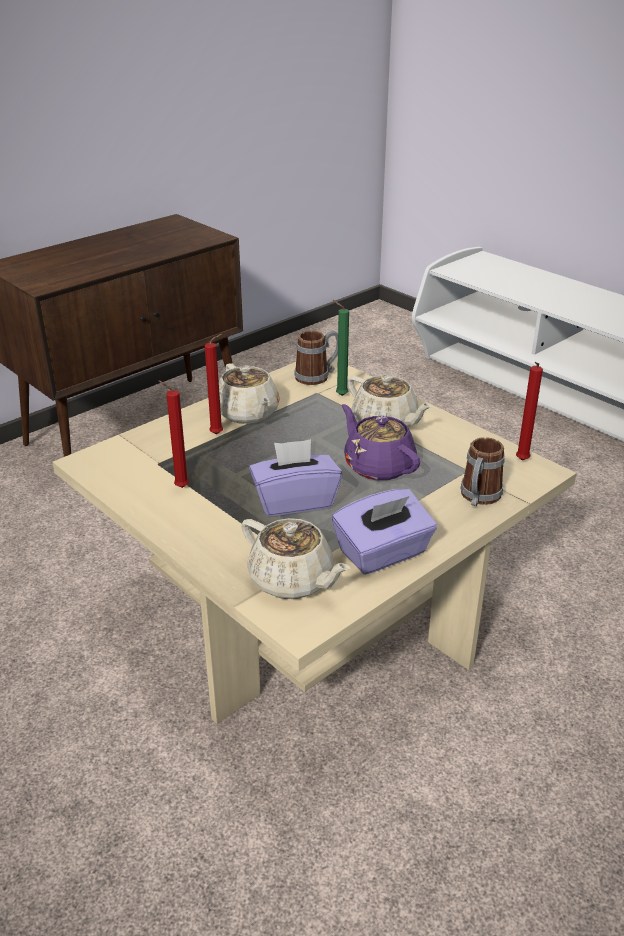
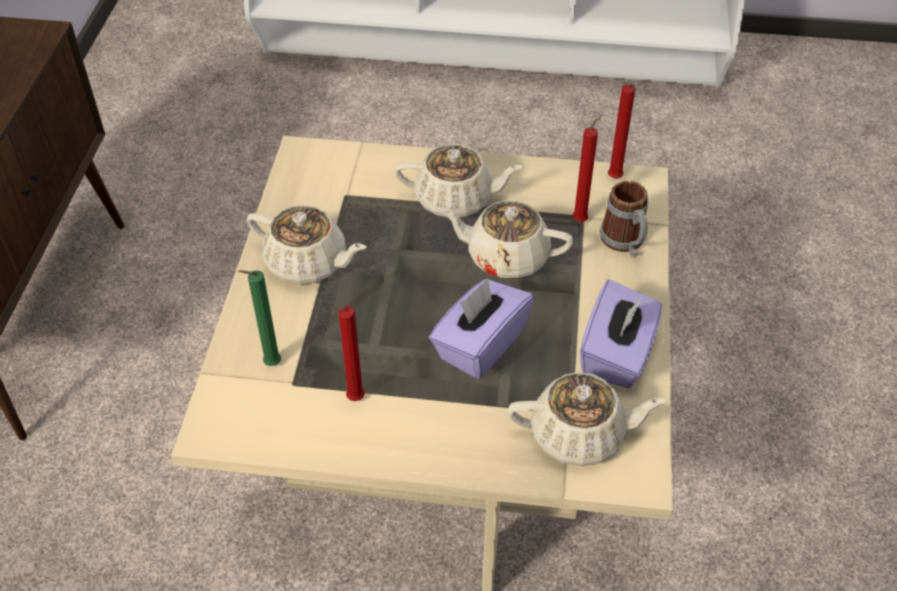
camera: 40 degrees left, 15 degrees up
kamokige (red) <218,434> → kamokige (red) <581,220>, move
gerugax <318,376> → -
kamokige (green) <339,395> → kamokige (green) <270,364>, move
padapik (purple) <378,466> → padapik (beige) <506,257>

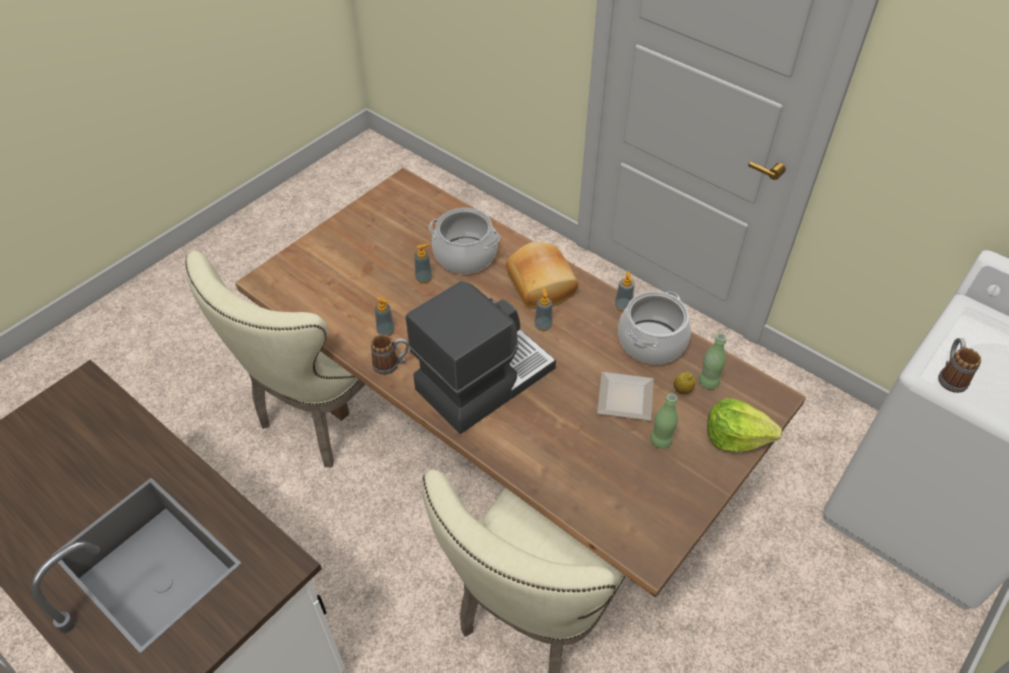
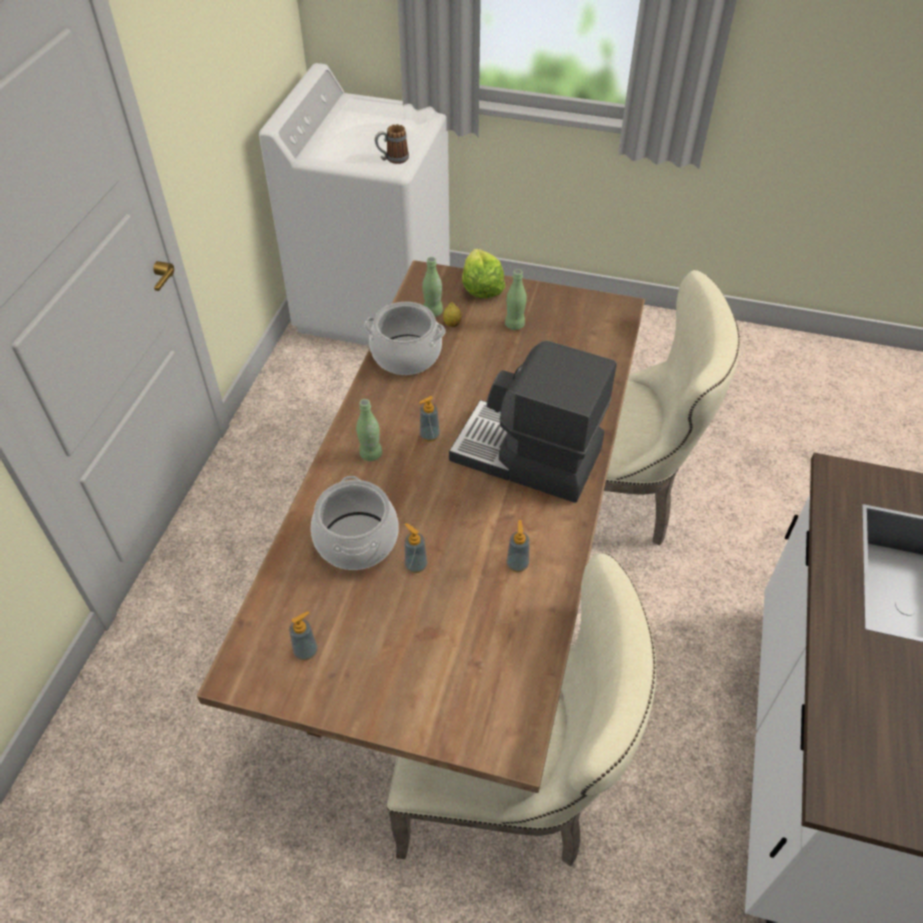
camera: 115 degrees left, 0 degrees up
gerugax <391,364> → -
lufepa <542,285> → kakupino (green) <371,454>
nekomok <627,400> → -
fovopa <623,306> → fovopa <306,651>, move

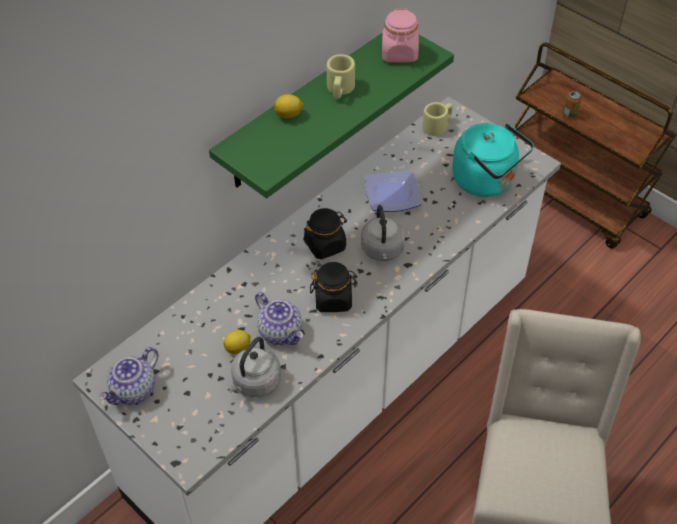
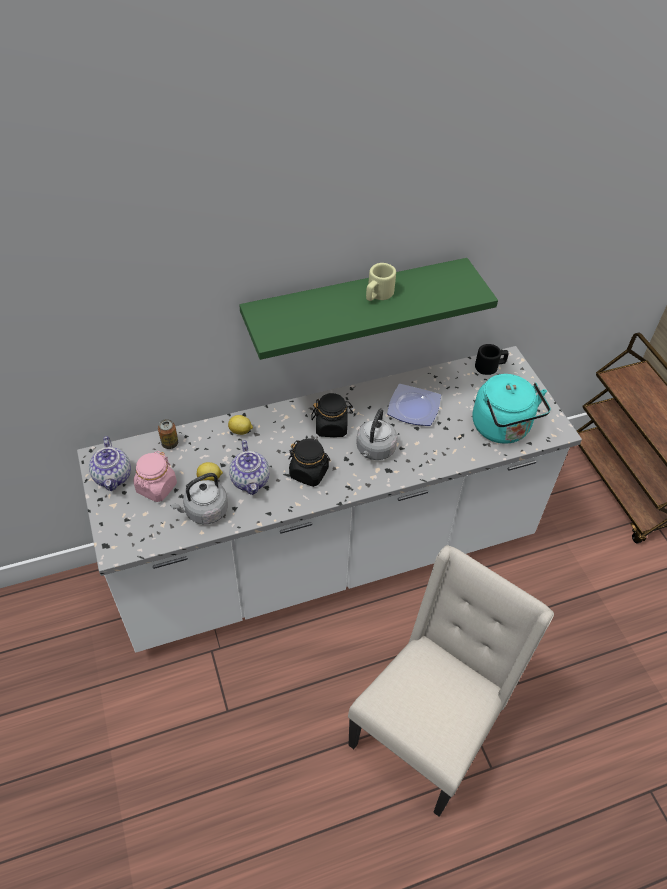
camera: 25 degrees right, 0 degrees up
padapik <134,390> → padapik <113,477>, 75 degrees counterclockwise
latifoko <289,115> → latifoko <241,431>, move
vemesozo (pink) <399,53> → vemesozo (pink) <156,487>, move
gerugax (beige) <438,125> → gerugax (black) <490,366>
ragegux <570,114> → ragegux <170,443>, move

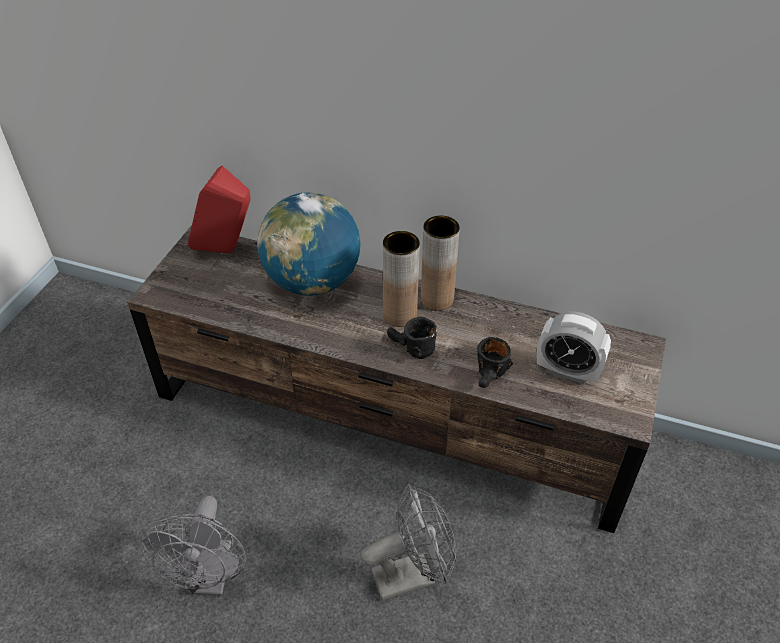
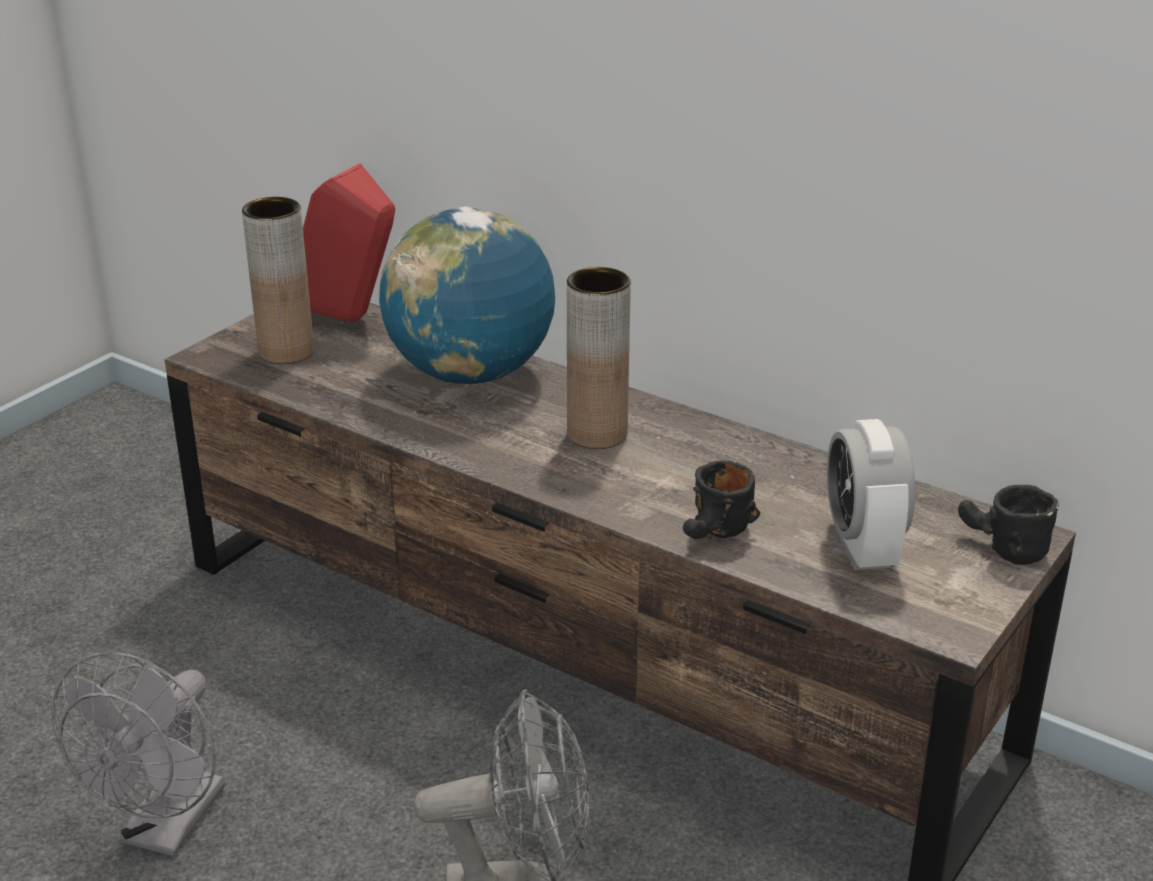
camera: 15 degrees right, 15 degrees down
gerugax (black) <410,349> → gerugax (black) <999,548>, move
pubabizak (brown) <437,299> → pubabizak (brown) <286,352>, move
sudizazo <567,371> → sudizazo <862,548>, 45 degrees clockwise

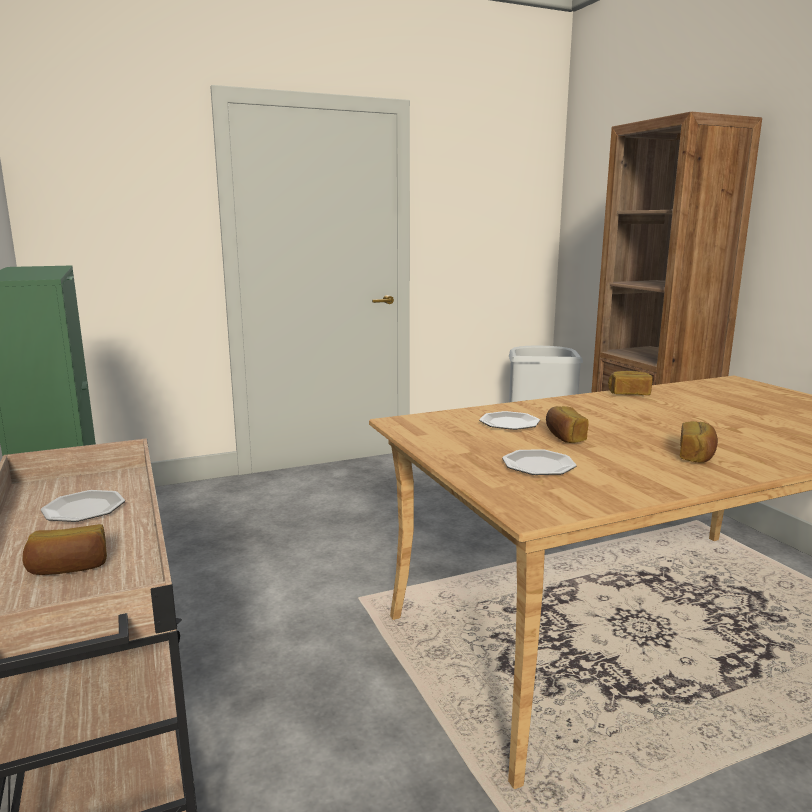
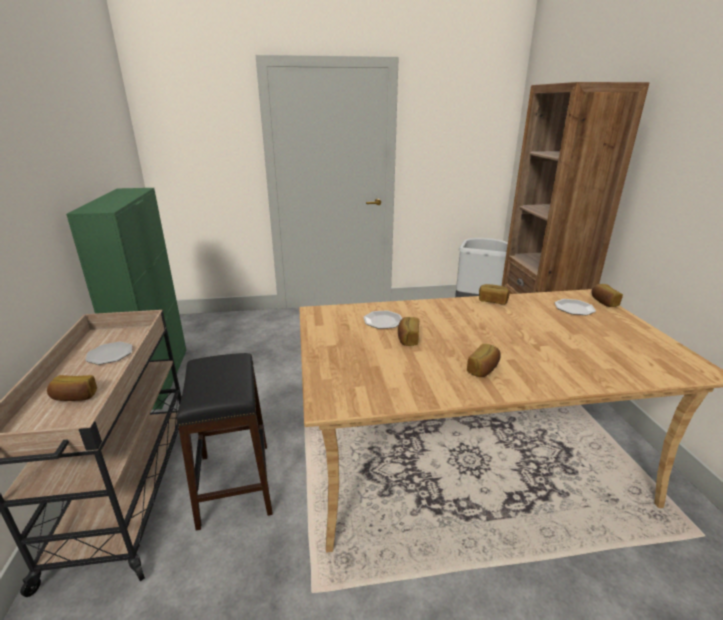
camera: 15 degrees right, 10 degrees up
nekomok <537,465> → nekomok <573,308>, move
- → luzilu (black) <234,484>
- → lufepa <603,302>

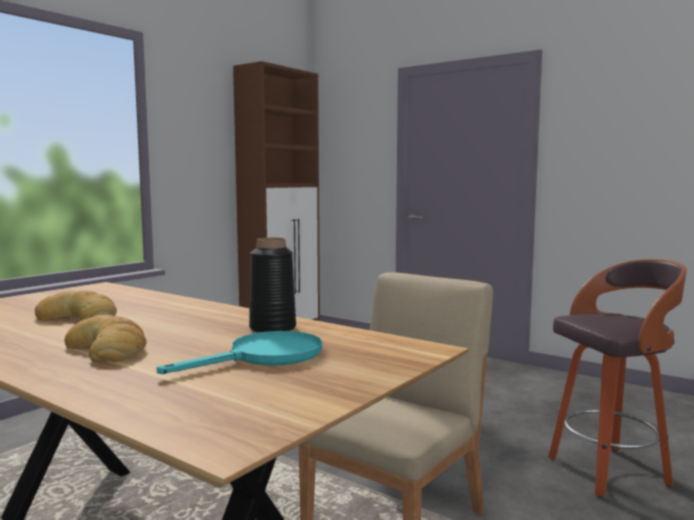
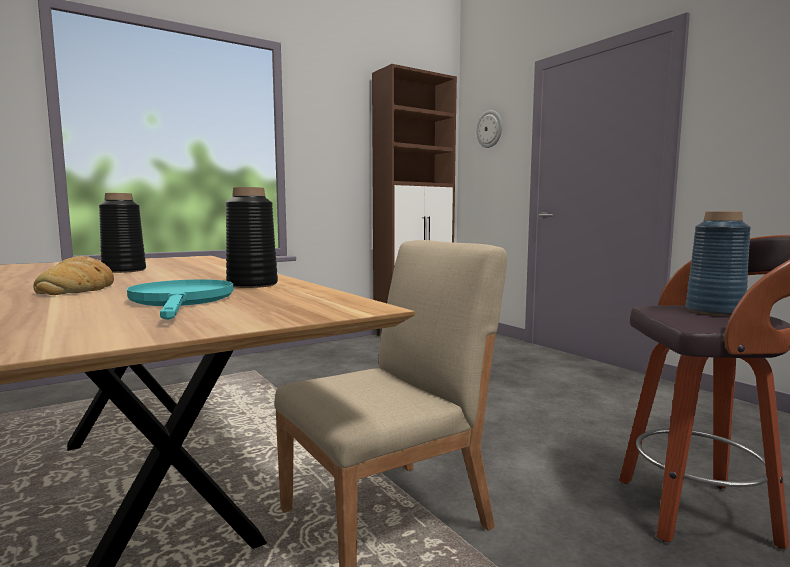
camera: 20 degrees right, 0 degrees up
lufepa <79,317> → pubabizak (black) <123,270>
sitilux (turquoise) <265,357> → sitilux (turquoise) <182,301>, 90 degrees counterclockwise
- → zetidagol <490,129>
- → pubabizak (blue) <715,311>

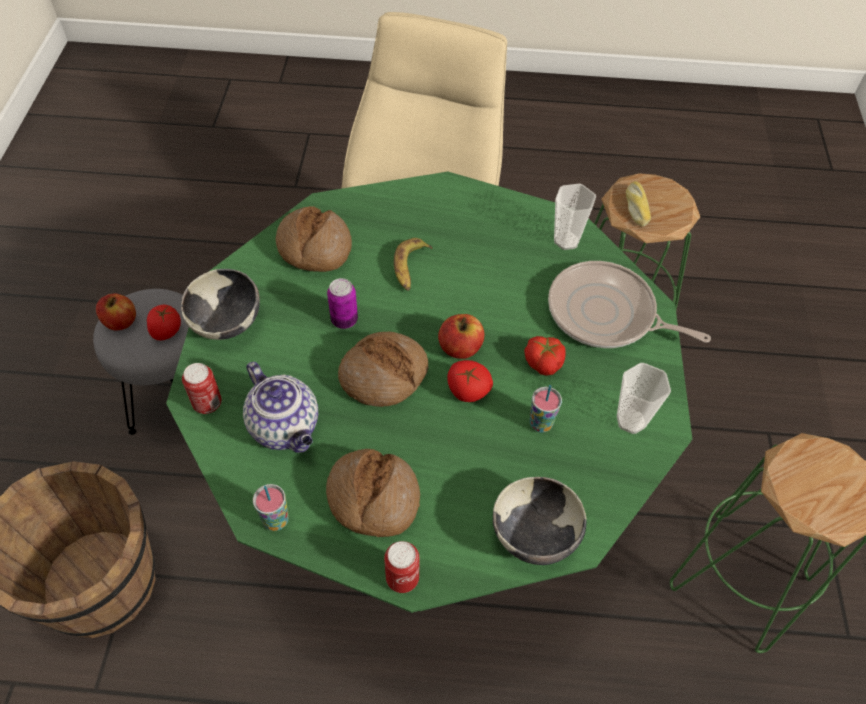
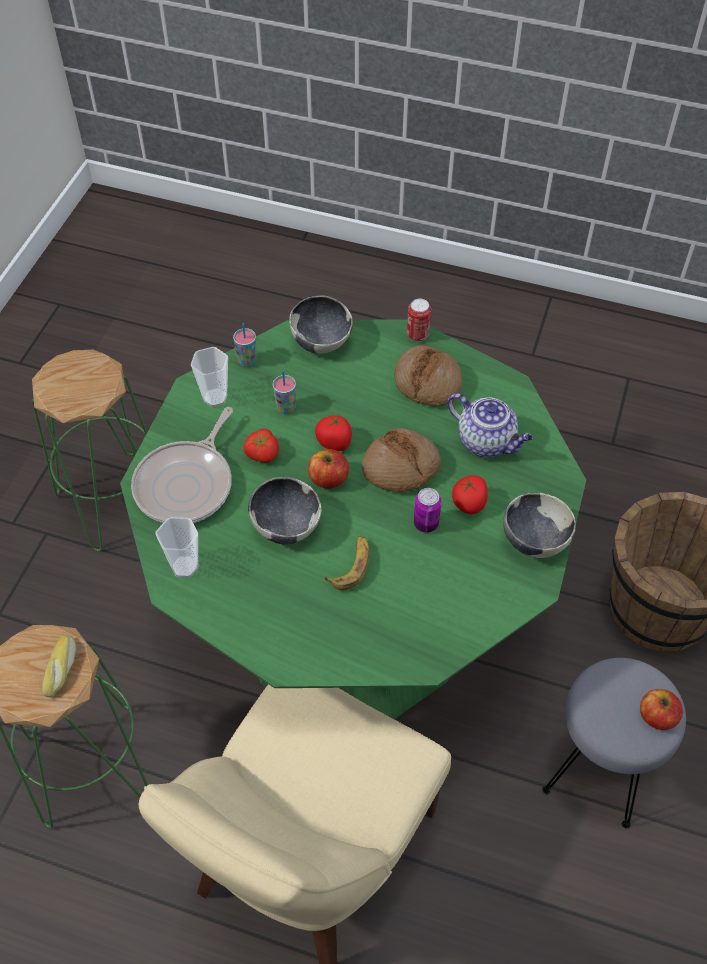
camera: 165 degrees left, 0 degrees up
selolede <166,331> → selolede <469,503>, move
ragegux <207,403> → -
padapik <286,427> → padapik <487,442>, 150 degrees clockwise
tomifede <276,520> → tomifede <247,361>, move
lufepa <314,248> → -
sitilux <606,314> → sitilux <187,484>, 75 degrees clockwise
- → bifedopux <286,526>

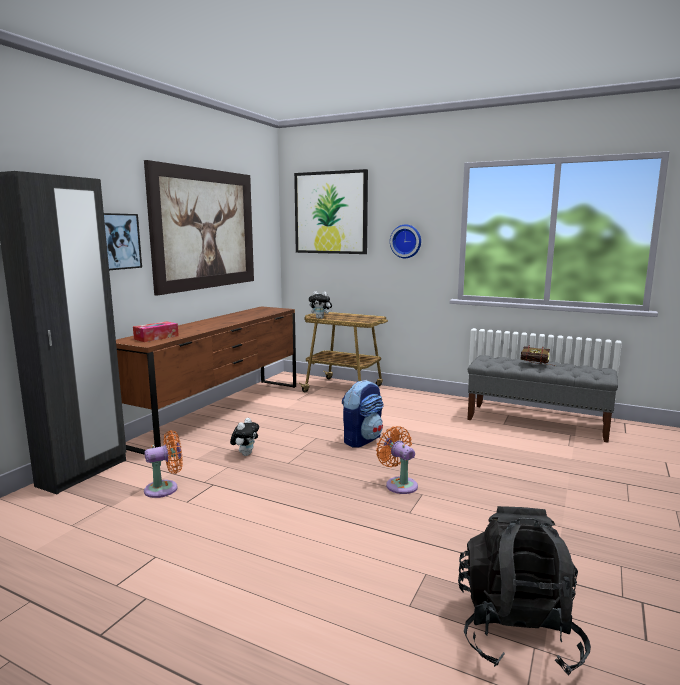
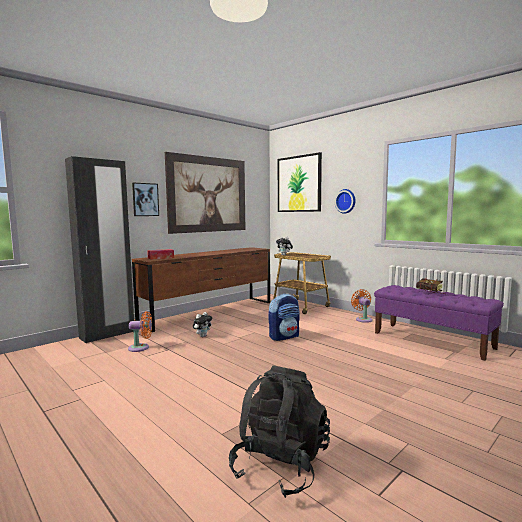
camera: 20 degrees right, 5 degrees down
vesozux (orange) <399,484> → vesozux (orange) <363,319>, move
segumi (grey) <537,422> → segumi (purple) <432,340>

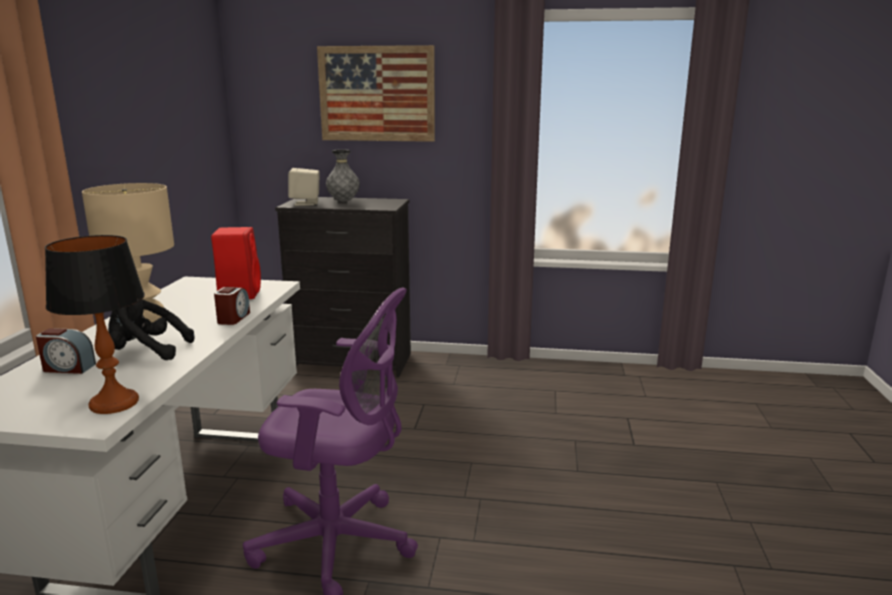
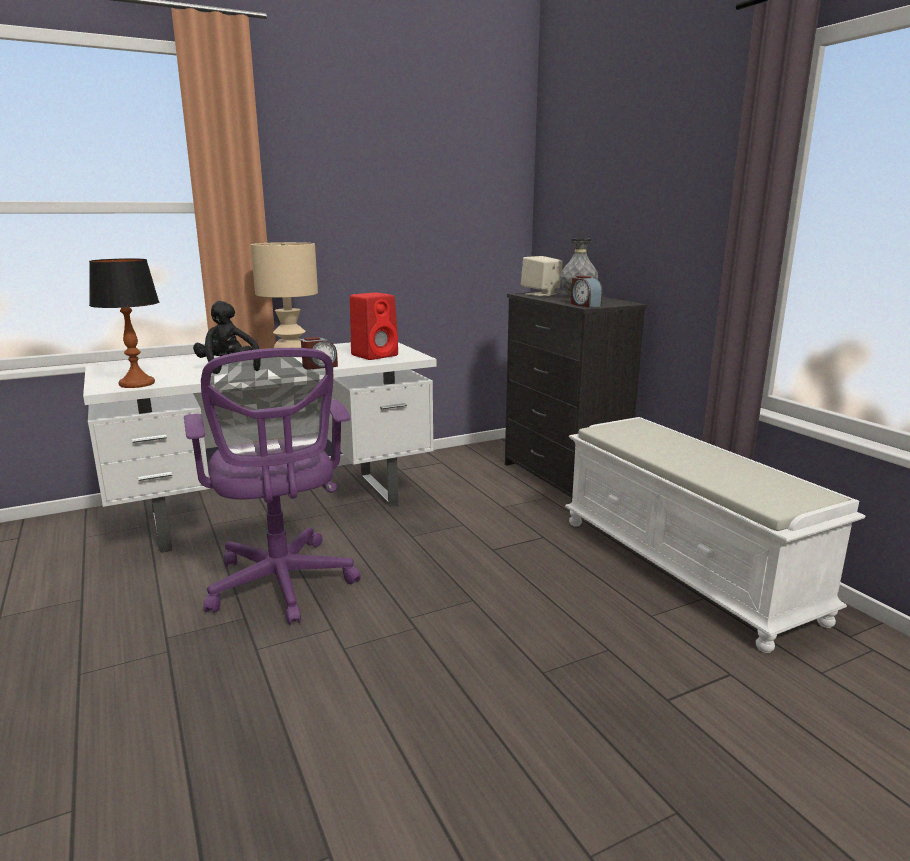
camera: 55 degrees right, 0 degrees up
sudizazo <68,368> → sudizazo <585,305>, move
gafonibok <377,94> → -
- → segumi (white) <686,567>

